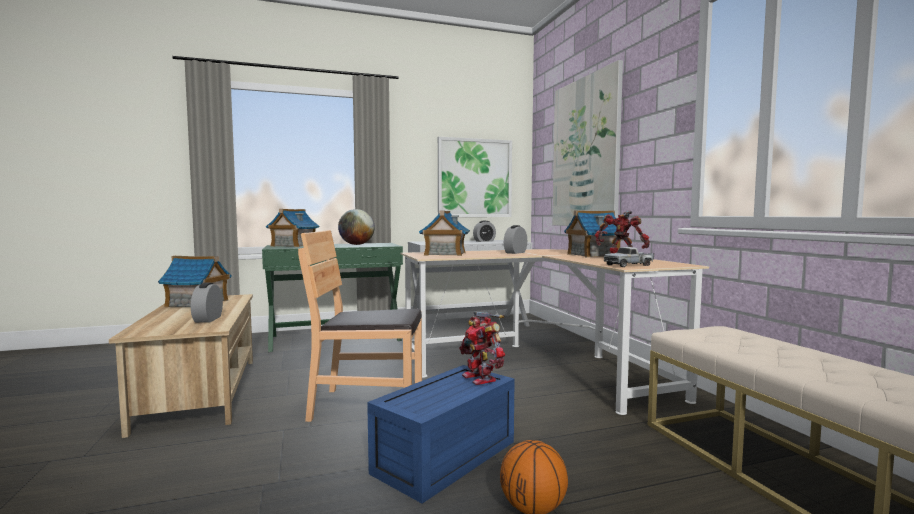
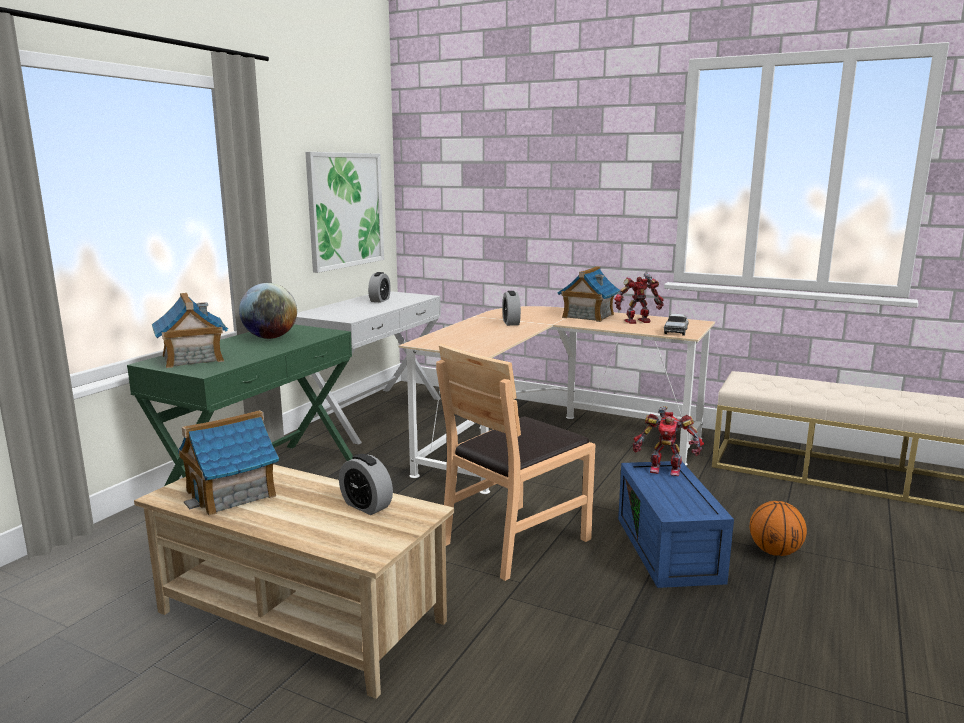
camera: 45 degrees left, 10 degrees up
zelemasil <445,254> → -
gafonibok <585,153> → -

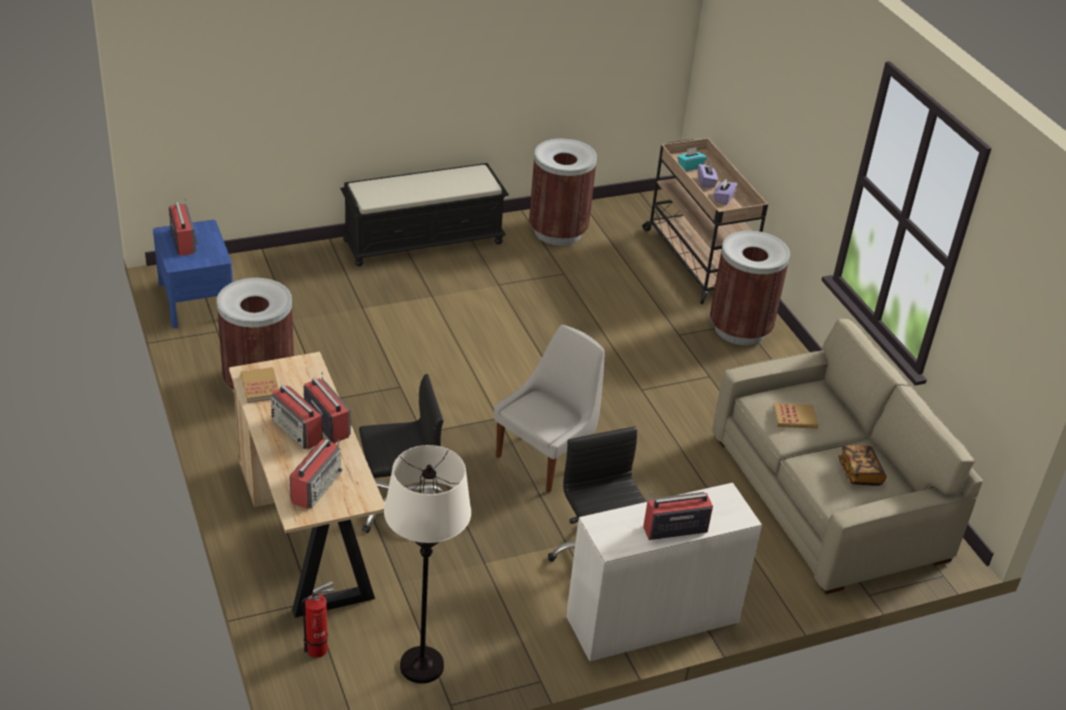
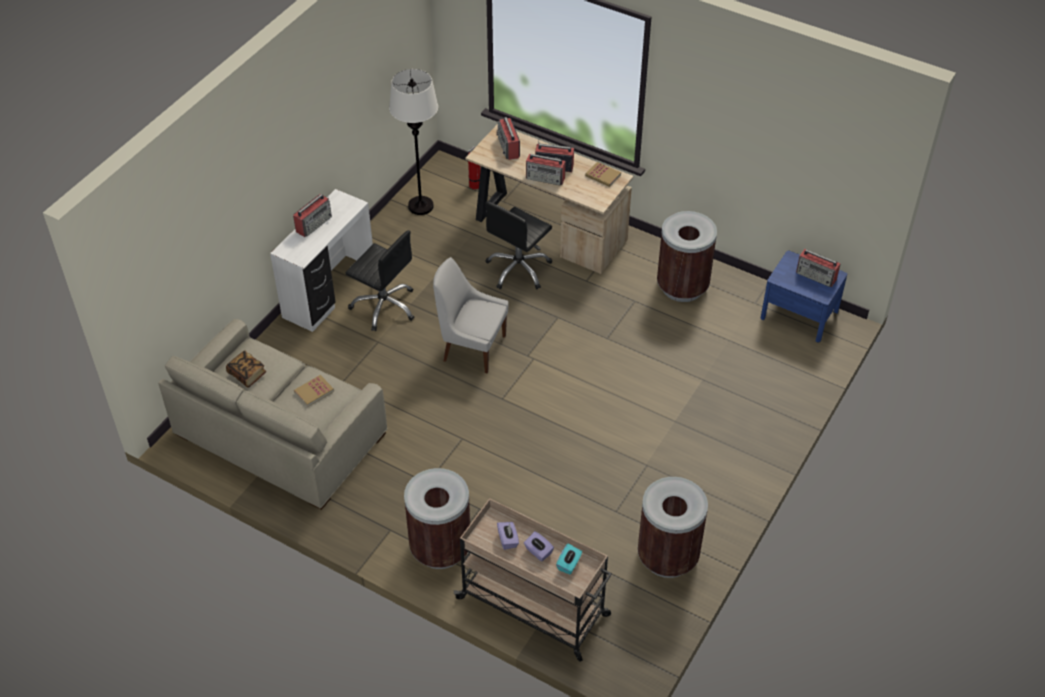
camera: 145 degrees right, 10 degrees up
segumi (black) <424,241> → -
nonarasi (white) <546,458> → nonarasi (white) <471,347>, 105 degrees clockwise

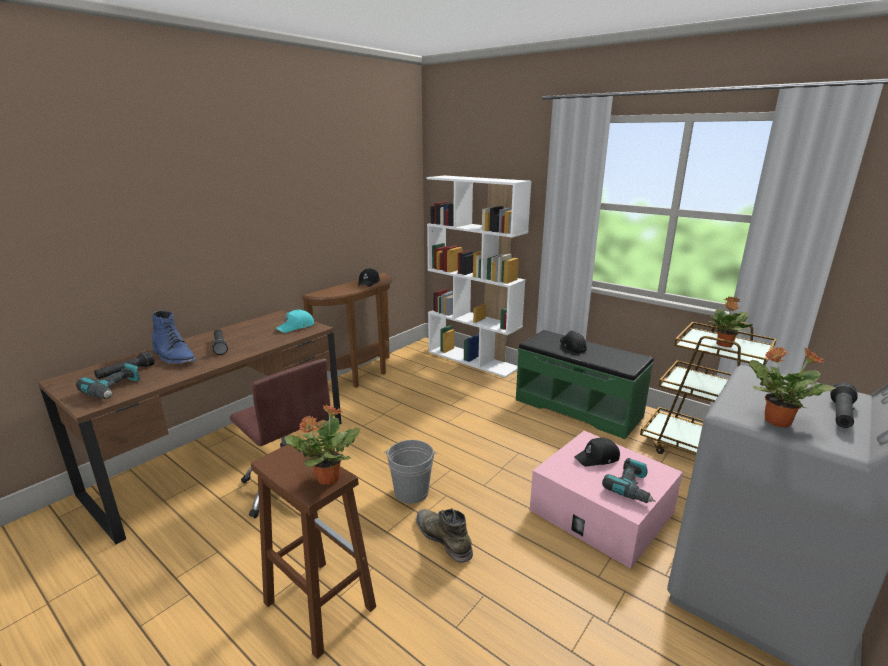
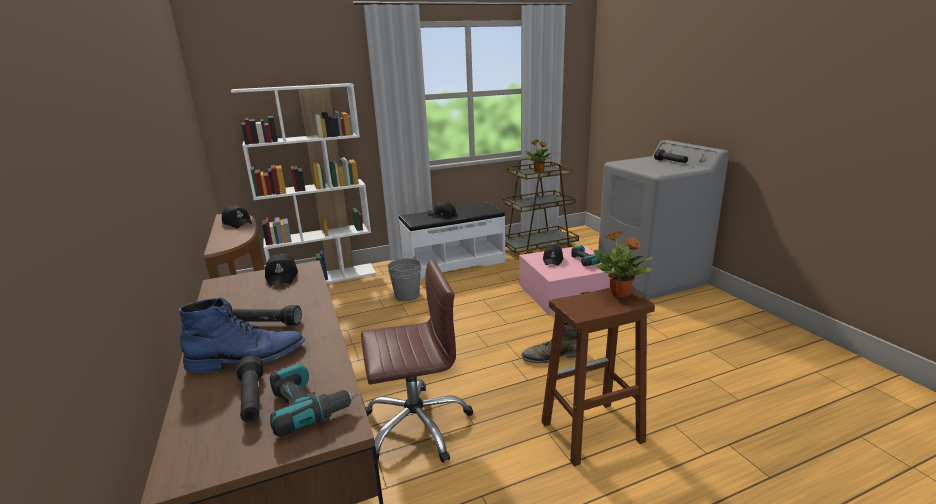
camera: 60 degrees left, 0 degrees up
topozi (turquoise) <296,327> → topozi (black) <282,276>
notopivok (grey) <411,492> → notopivok (grey) <407,295>, move
segumi (green) <578,407> → segumi (white) <453,263>
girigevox <776,421> → -

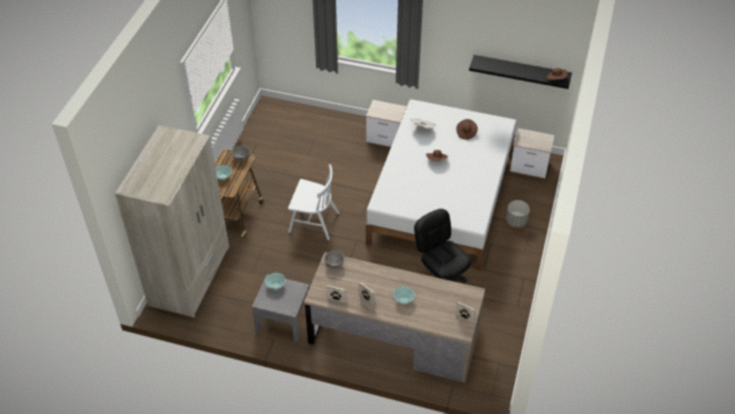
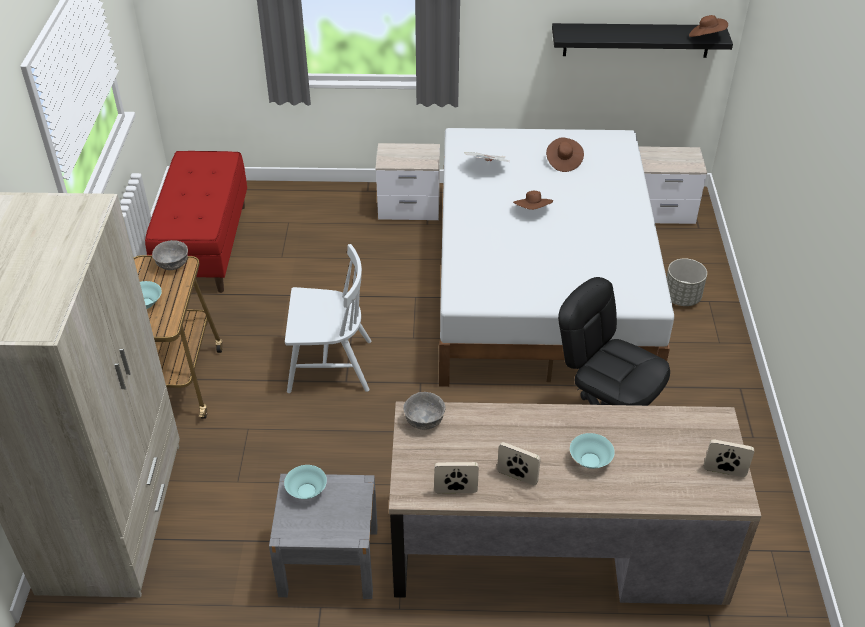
camera: 15 degrees left, 5 degrees down
- → segumi (red) <204,246>

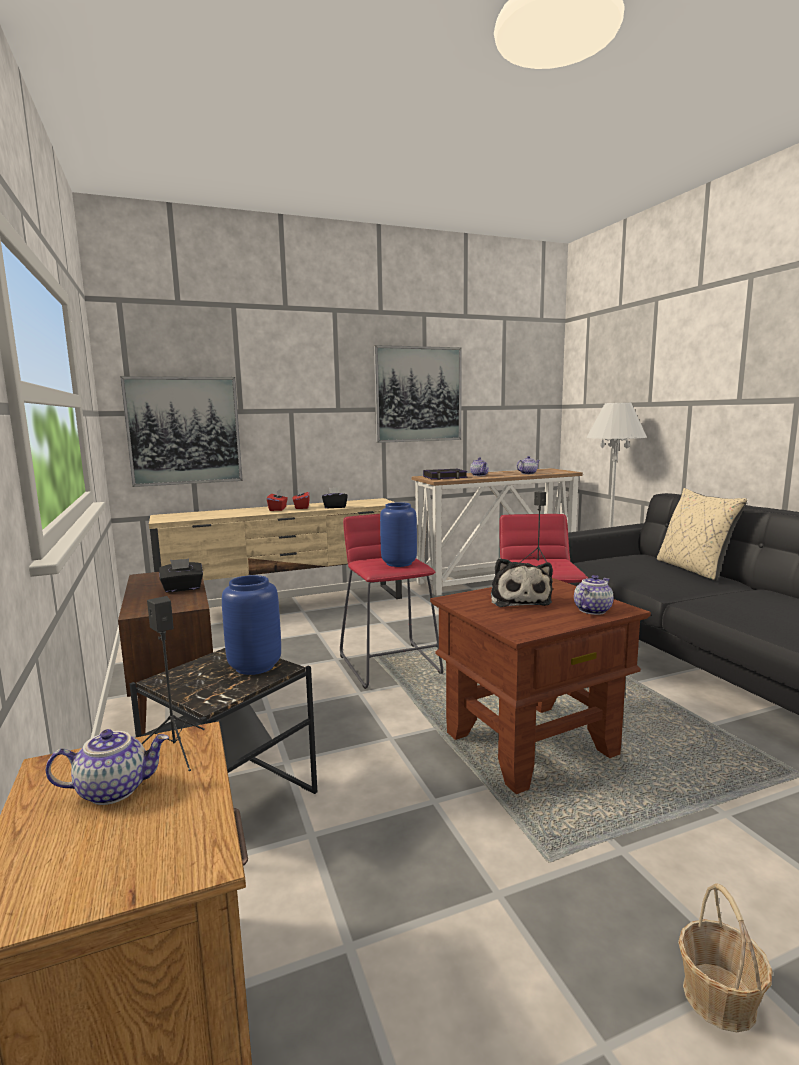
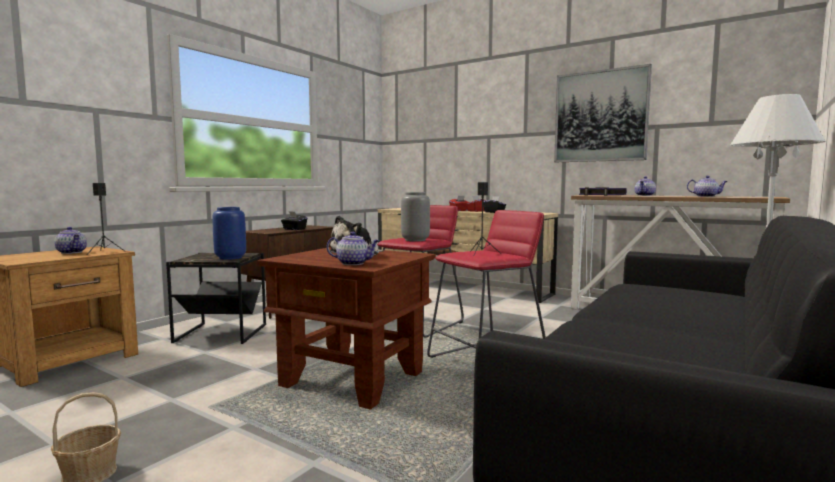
camera: 55 degrees right, 5 degrees down
gafonibok <184,431> → -
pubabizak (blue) <398,563> → pubabizak (grey) <414,240>
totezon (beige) <693,569> → -

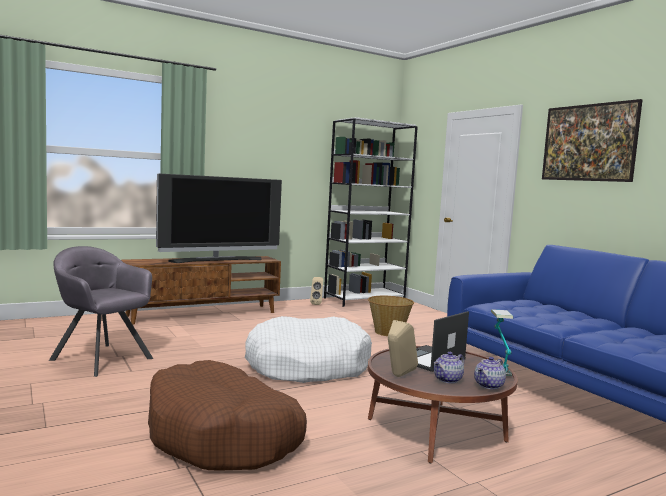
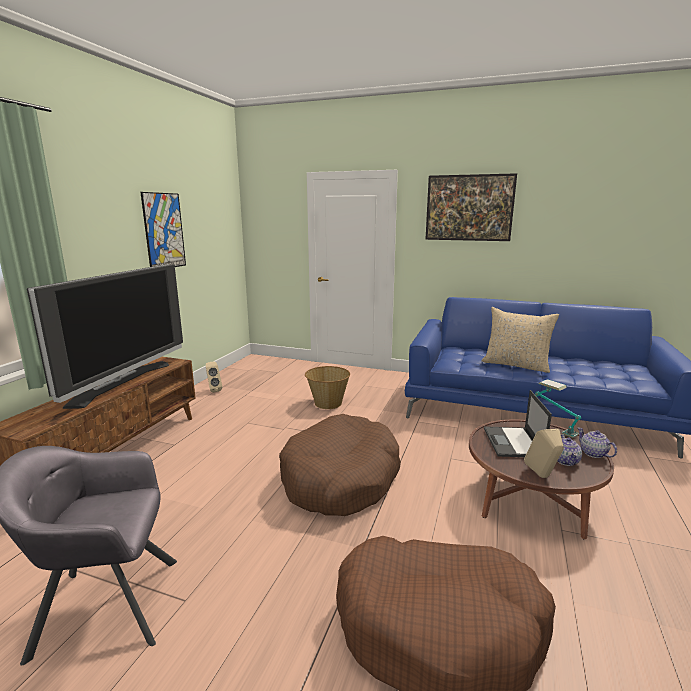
camera: 40 degrees left, 10 degrees up
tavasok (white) <307,366> → tavasok (brown) <340,478>
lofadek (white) <364,299> → -
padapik <489,385> → padapik <593,453>, 150 degrees clockwise
- → gafonibok <164,231>
- → totezon (beige) <516,365>

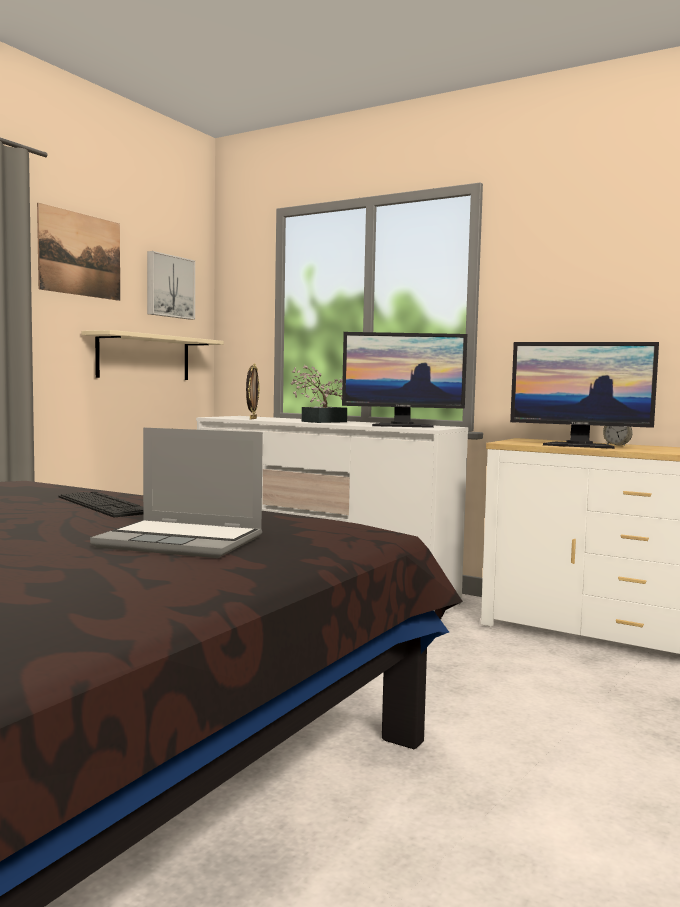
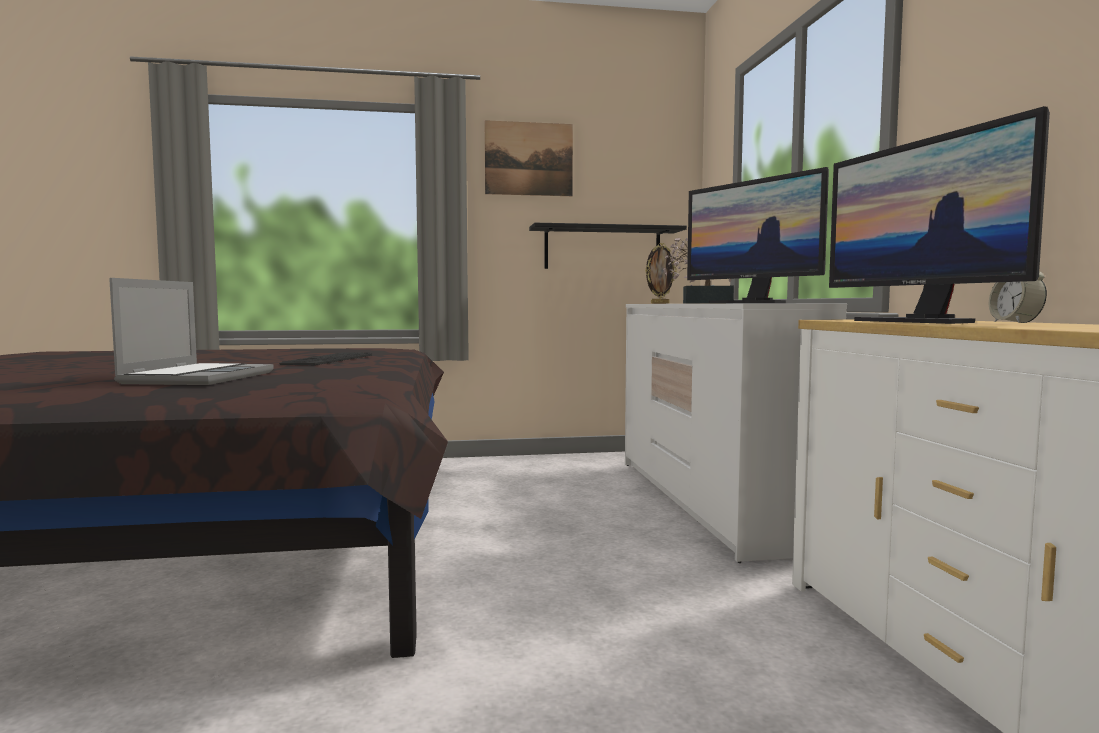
camera: 50 degrees right, 0 degrees up
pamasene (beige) <144,357> → pamasene (black) <602,248>
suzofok <183,542> → suzofok <199,377>, 150 degrees counterclockwise
gafonibok <169,286> → -

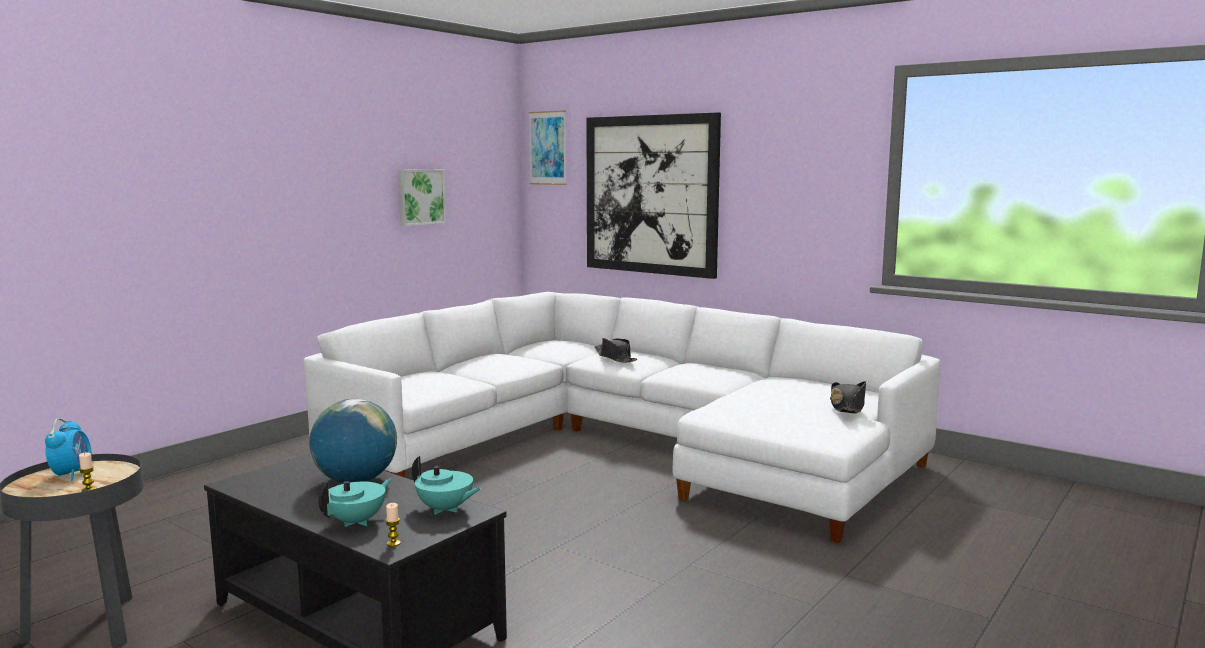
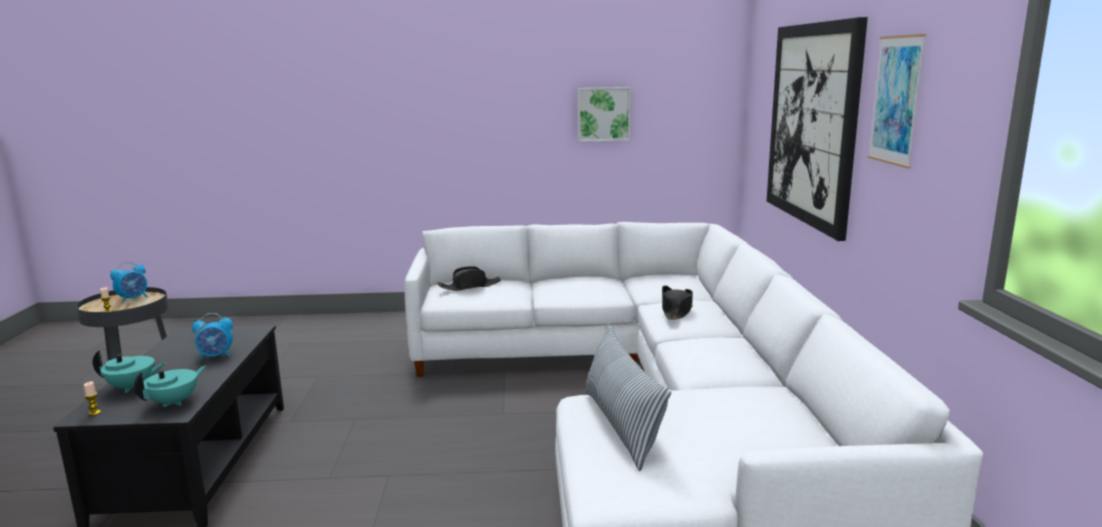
camera: 50 degrees right, 5 degrees up
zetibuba <355,481> → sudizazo <216,356>
padapik (turquoise) <445,509> → padapik (turquoise) <175,402>, 135 degrees counterclockwise
gafonibok <548,148> → gafonibok <896,100>, move
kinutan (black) <847,406> → kinutan (black) <470,286>, move
- → totezon <622,426>

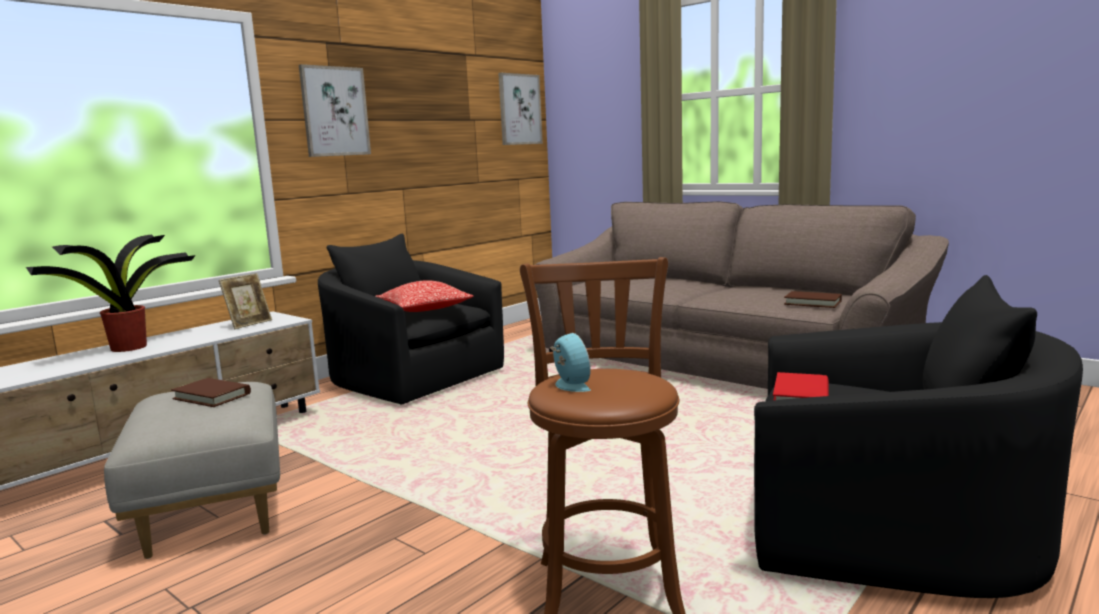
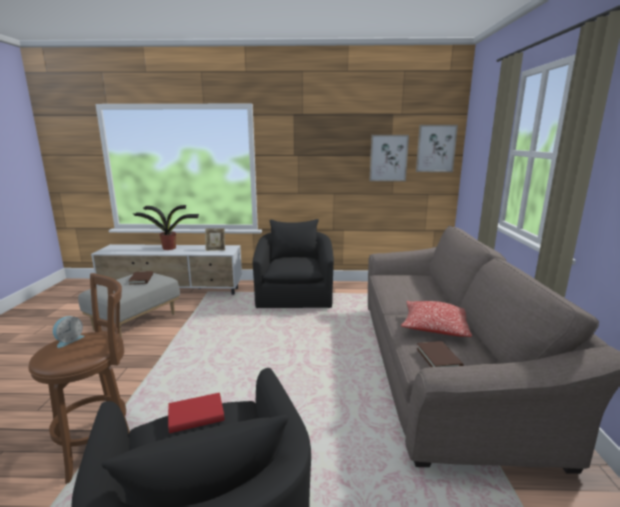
camera: 50 degrees right, 5 degrees up
gafonibok <334,111> → gafonibok <388,158>, move
totezon <424,310> → totezon <435,327>, move

